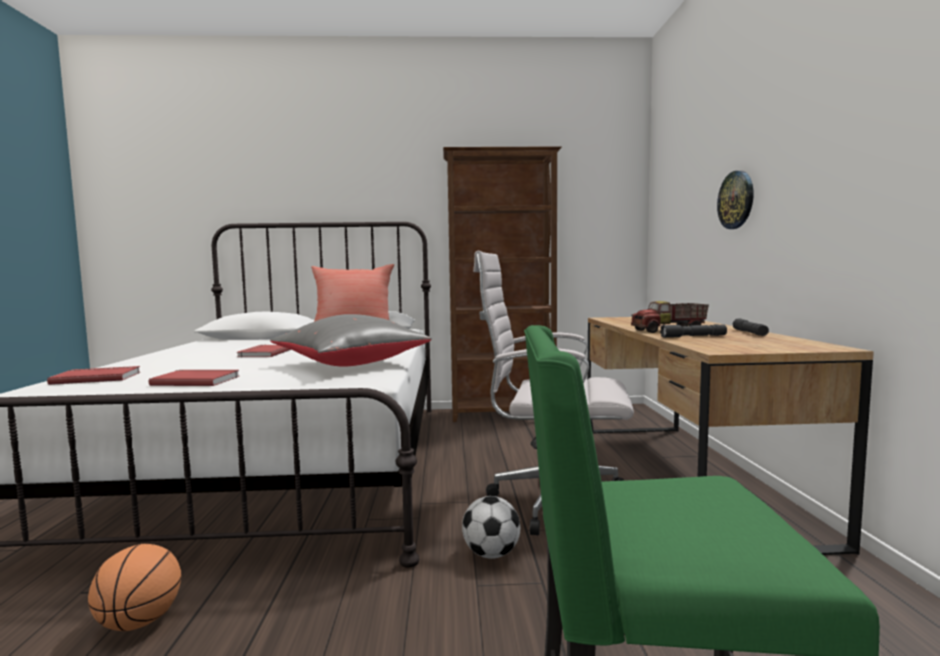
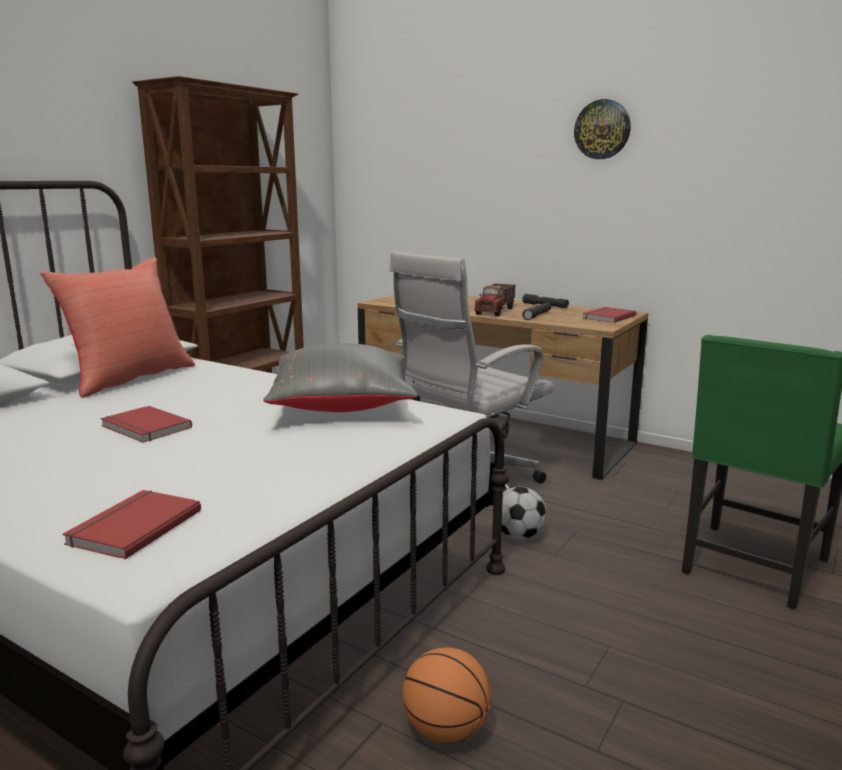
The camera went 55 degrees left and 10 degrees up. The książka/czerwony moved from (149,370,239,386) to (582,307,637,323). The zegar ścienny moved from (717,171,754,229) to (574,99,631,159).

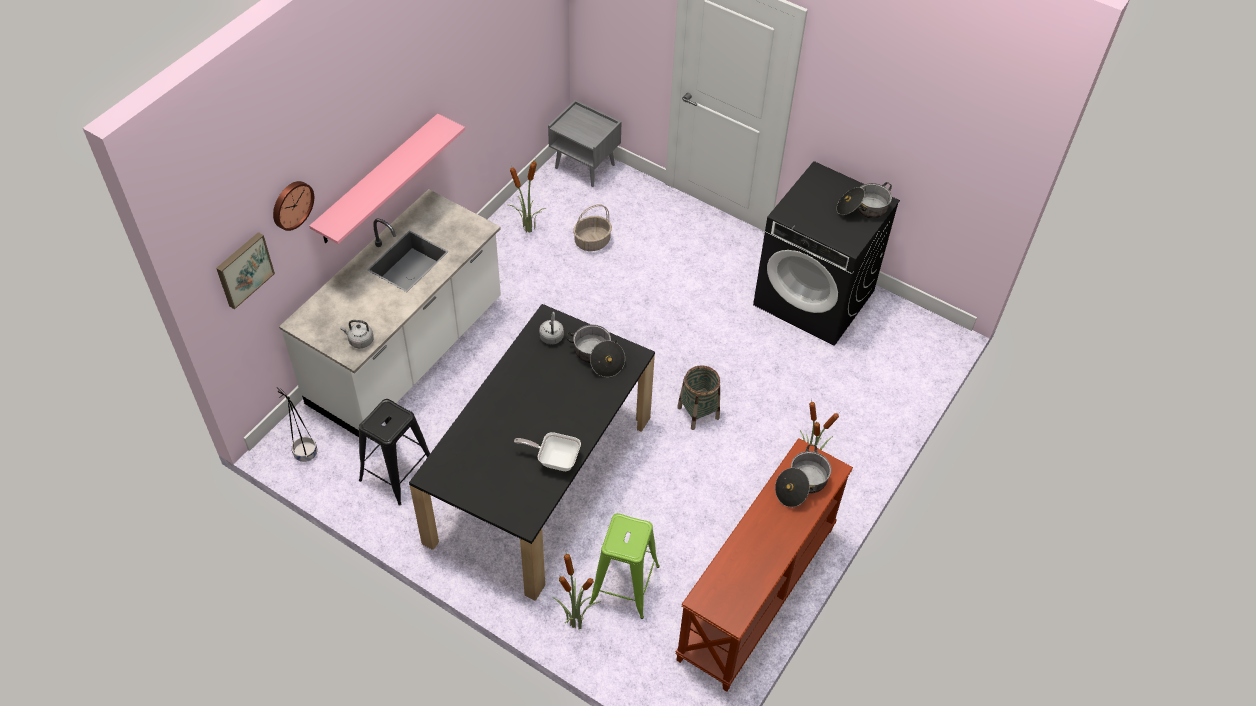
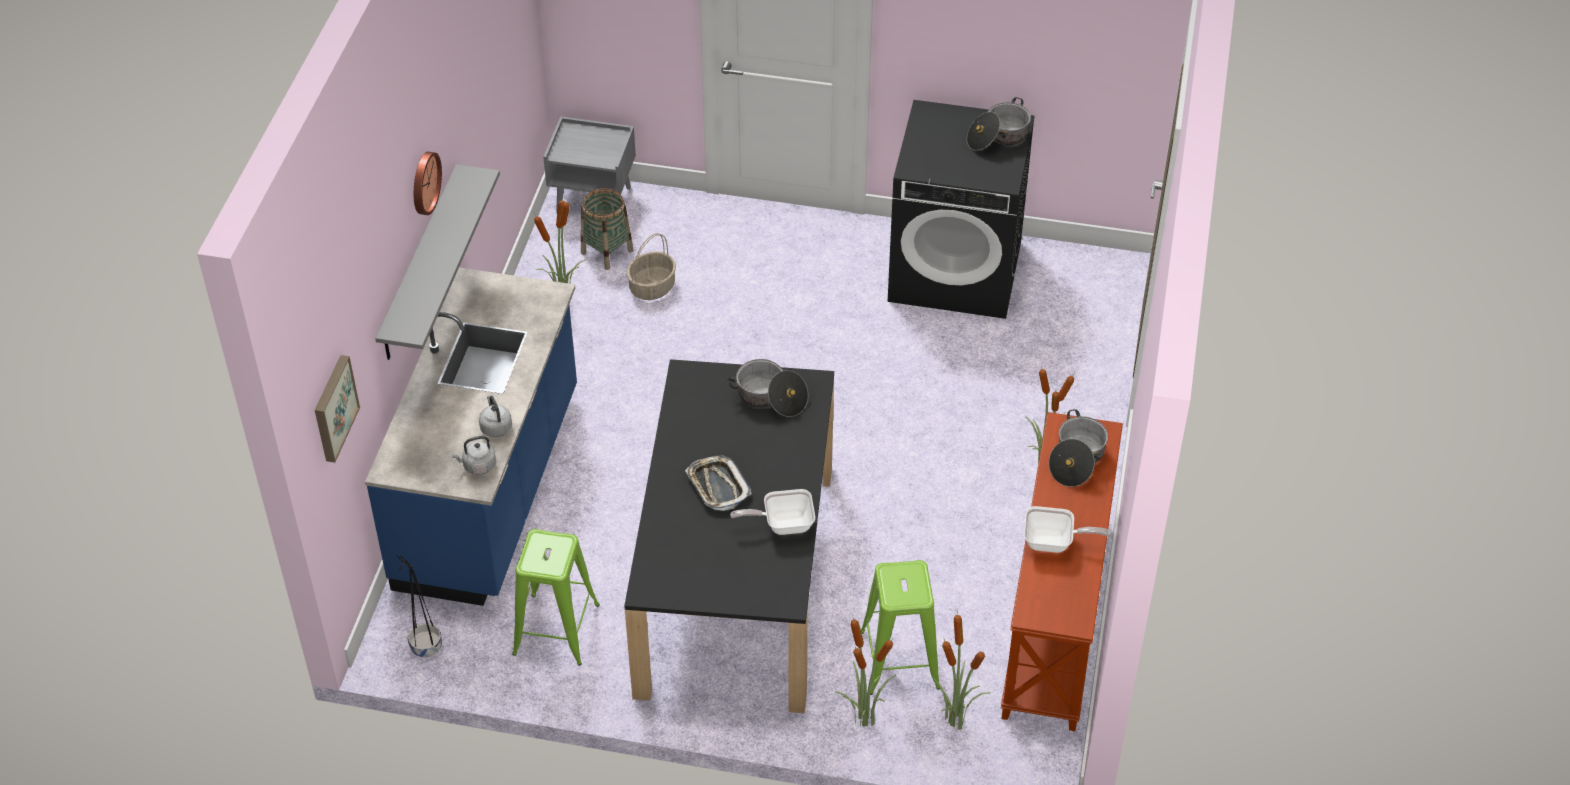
The camera went 20 degrees left and 5 degrees down. The zegar ścienny moved from (273,181,314,231) to (414,152,442,215). The zabudowa kuchenna/biały at (279,189,501,437) became the zabudowa kuchenna/niebieski at (365,268,577,606). The półka/różowy at (309,114,465,244) became the półka/szary at (375,164,500,360). The stołek/czarny at (359,399,430,505) became the stołek/zielony at (512,529,600,666). The czajnik/szary moved from (539,312,564,345) to (479,395,512,437). The koszyk moved from (677,365,720,430) to (581,188,633,270). The taca at (685,455,752,511) appeared. The roślina doniczkowa at (932,611,991,730) appeared. The patelnia at (1024,506,1109,553) appeared.

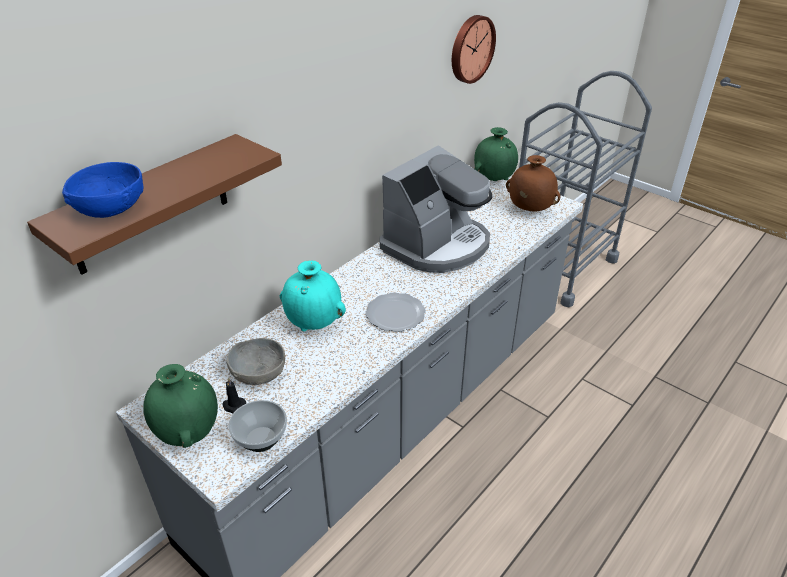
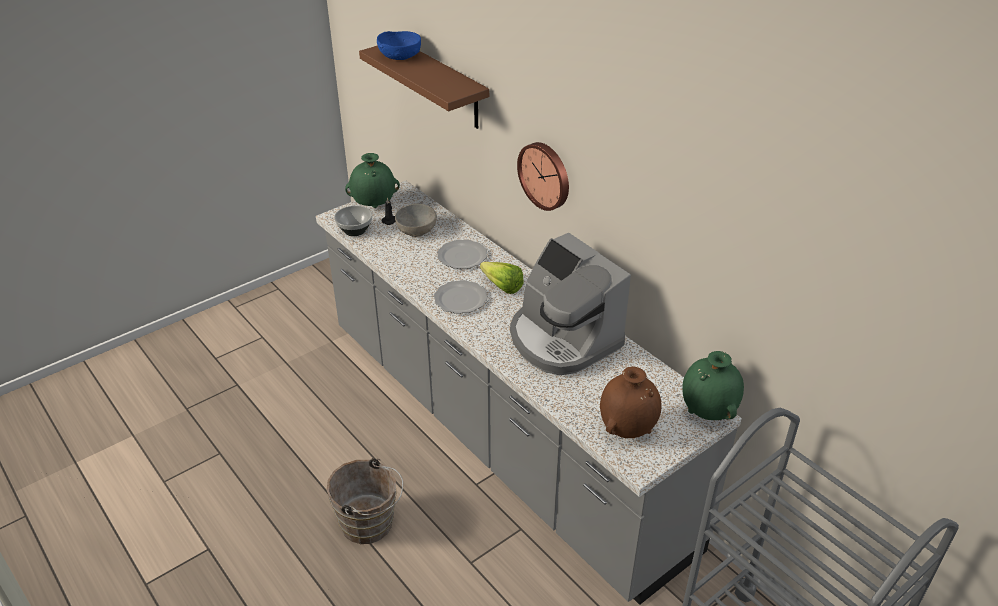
The camera went 100 degrees right and 0 degrees up. The wazon/turkusowy at (280,260,346,332) was replaced by the talerz at (437,240,487,269). The zegar ścienny moved from (452,15,496,84) to (517,142,569,211). The wiadro/brązowy at (327,458,403,544) appeared. The sałata at (480,262,524,294) appeared.

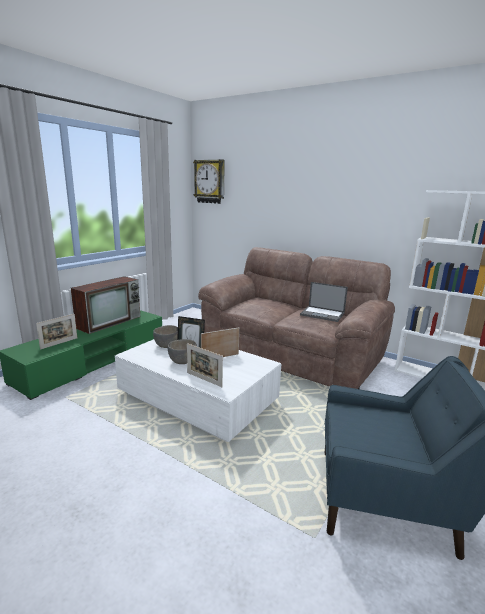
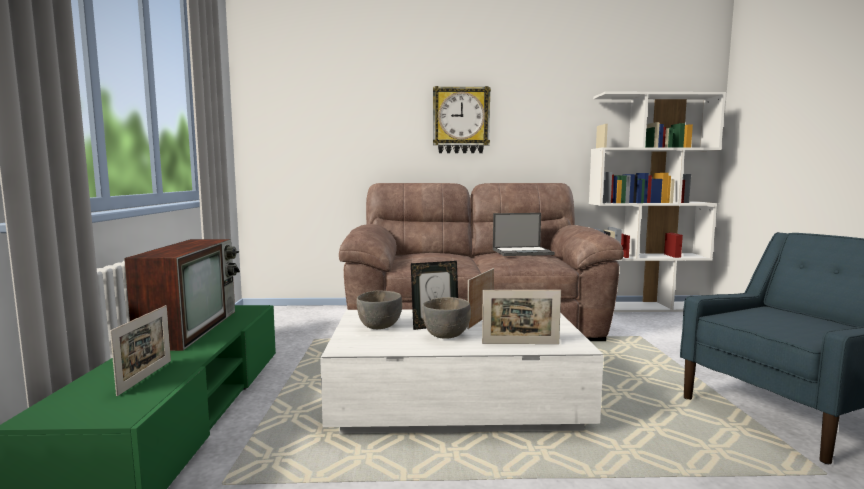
The camera went 35 degrees left and 10 degrees down. The zegar ścienny moved from (193,159,225,204) to (433,86,491,153).

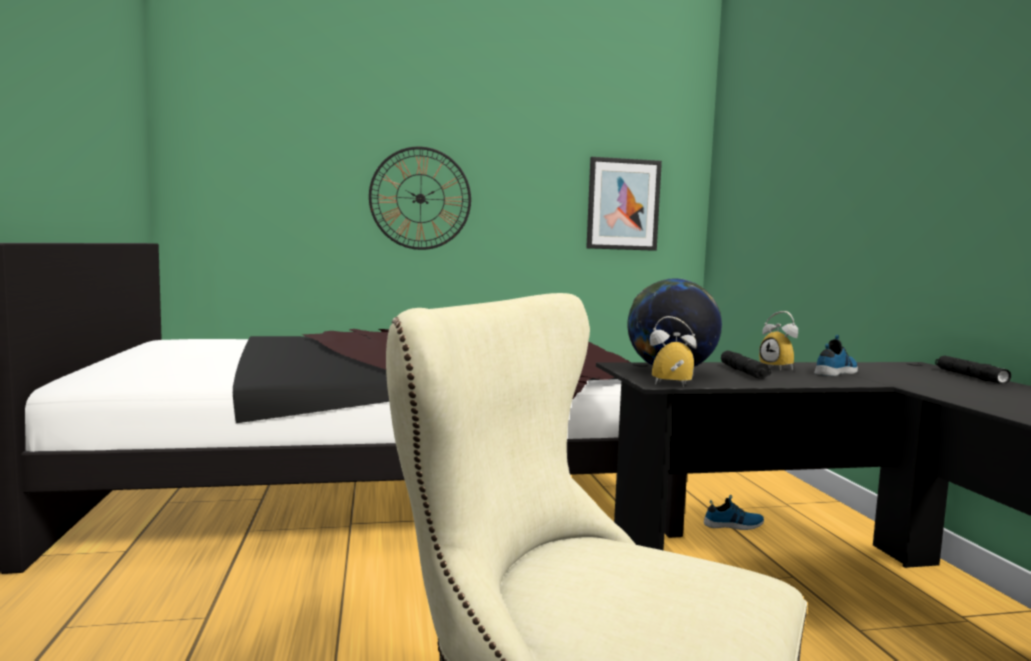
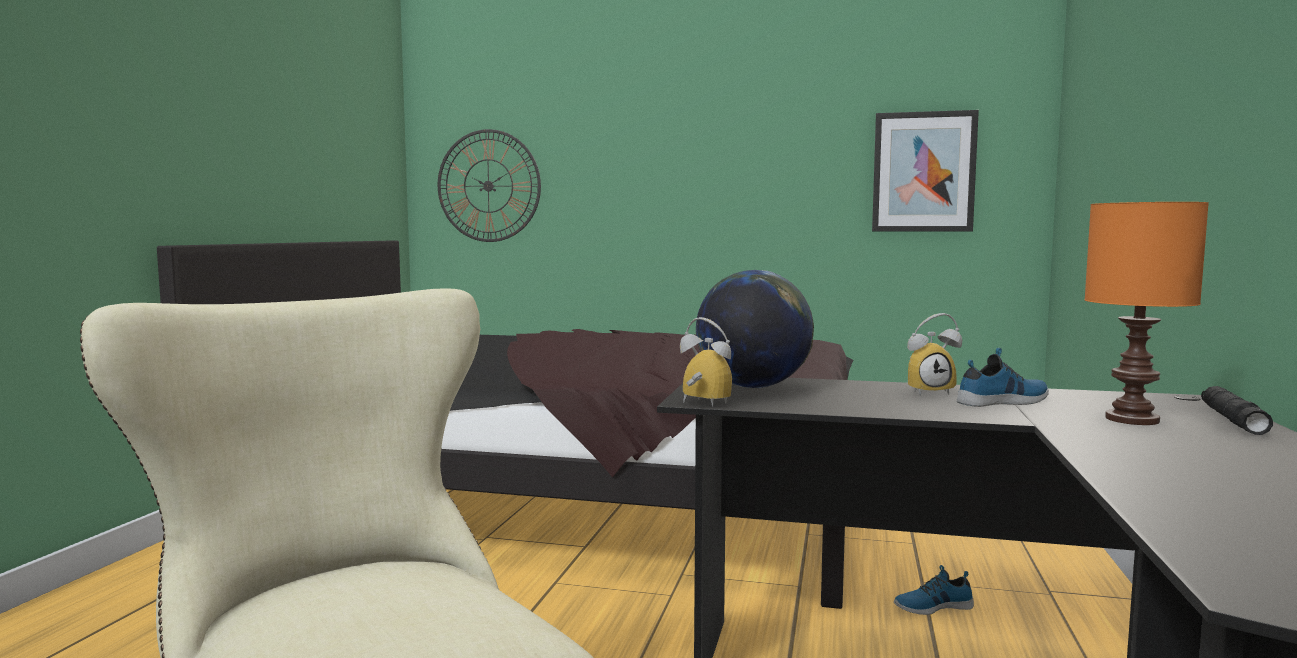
The camera went 25 degrees right and 0 degrees up. The zegar ścienny moved from (369,147,471,250) to (438,129,541,242). The but at (704,495,764,530) turned 150 degrees clockwise. The latarka/czarny at (721,350,771,379) disappeared. The budzik at (759,311,798,370) turned 90 degrees counterclockwise. The lampa stołowa/pomarańczowy at (1084,202,1209,425) appeared.

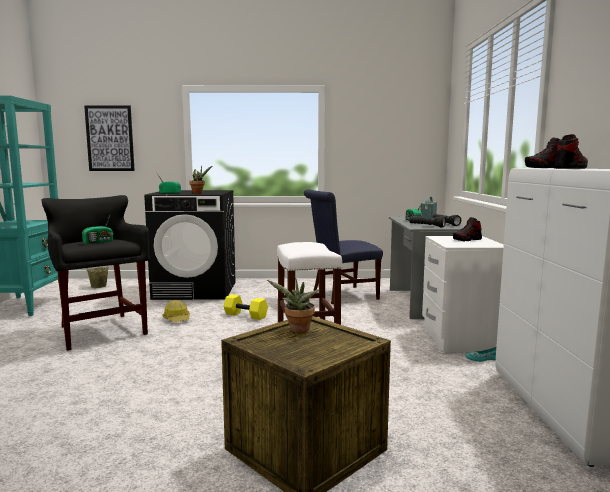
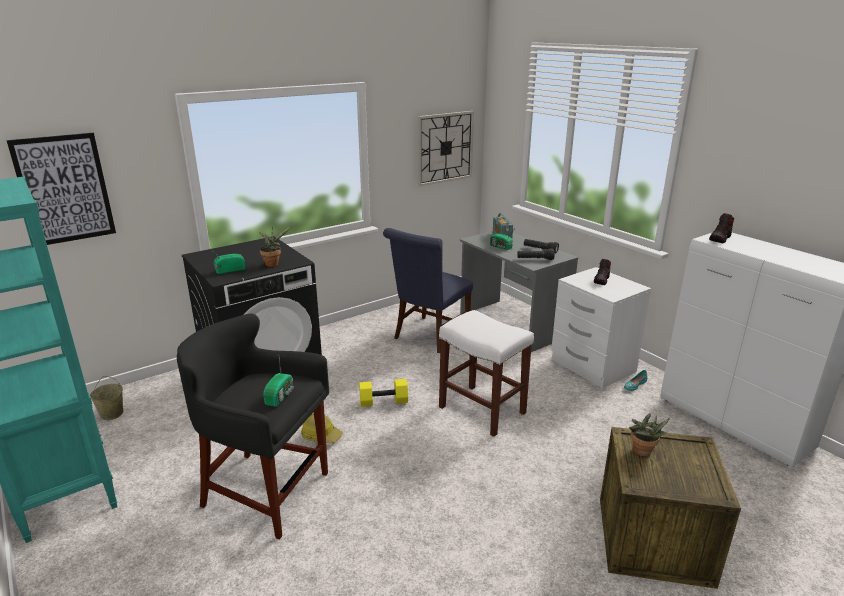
The camera went 35 degrees left and 15 degrees up. The but at (554,134,588,169) disappeared. The zegar ścienny at (418,111,474,186) appeared.

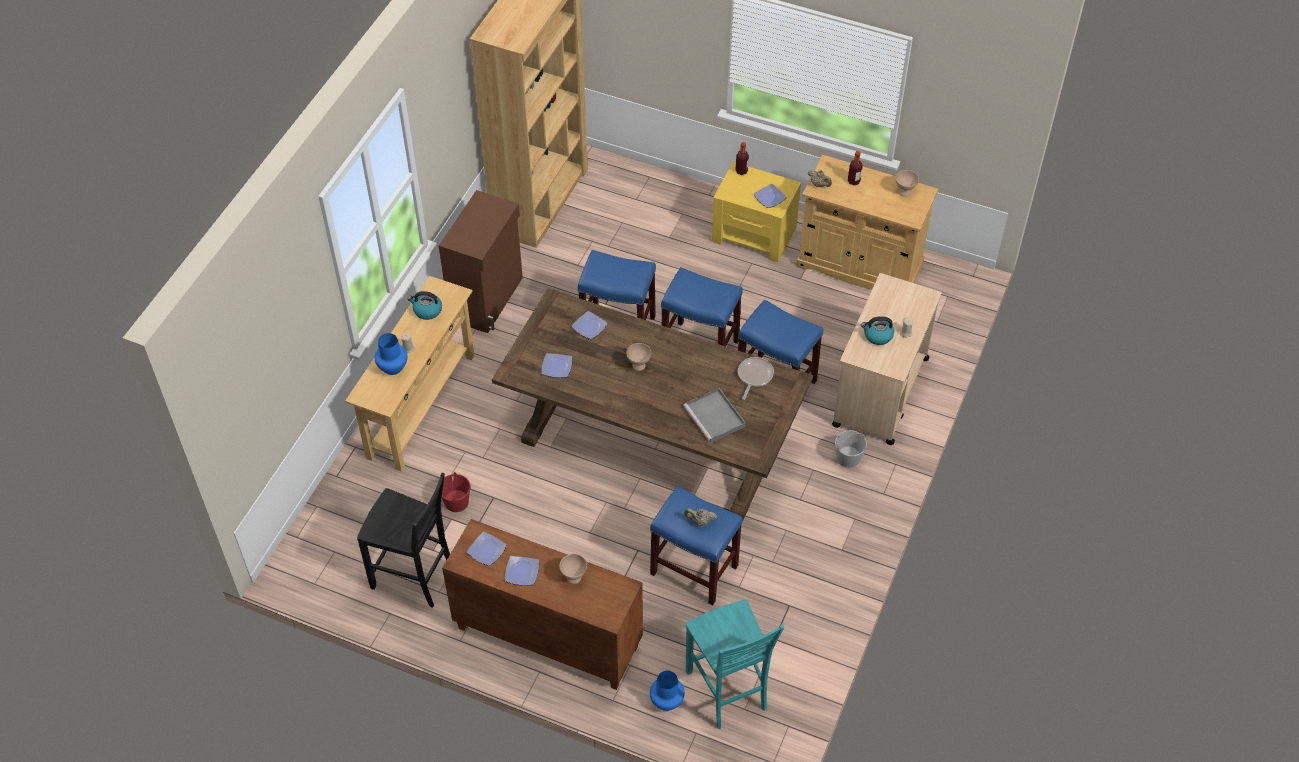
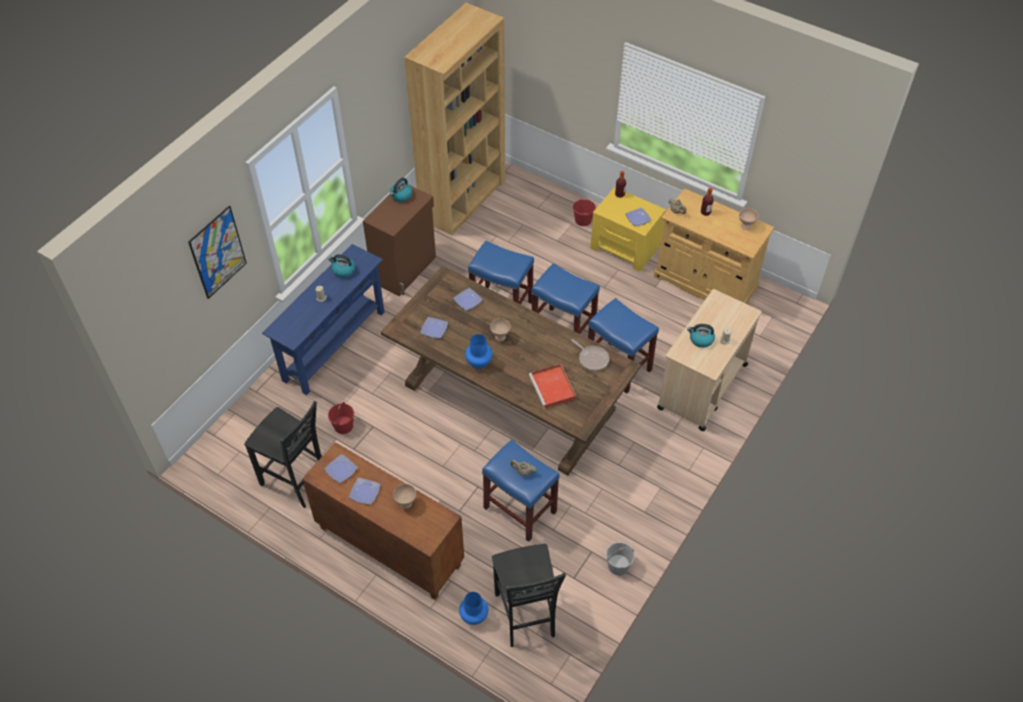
The camera went 10 degrees right and 0 degrees up. The stolik konsolowy/beżowy at (345,276,474,472) became the stolik konsolowy/niebieski at (262,244,385,395). The wazon/niebieski moved from (375,333,408,375) to (465,334,492,369). The taca/szary at (683,388,746,443) became the taca/czerwony at (529,364,576,409). The krzesło/turkusowy at (686,600,784,729) became the krzesło/czarny at (492,544,566,647). The patelnia at (738,357,774,400) turned 105 degrees clockwise. The wiadro/biały moved from (835,430,867,468) to (606,542,635,575). The obraz at (188,206,247,299) appeared. The czajnik at (390,178,413,202) appeared. The wiadro/czerwony at (573,199,595,226) appeared.

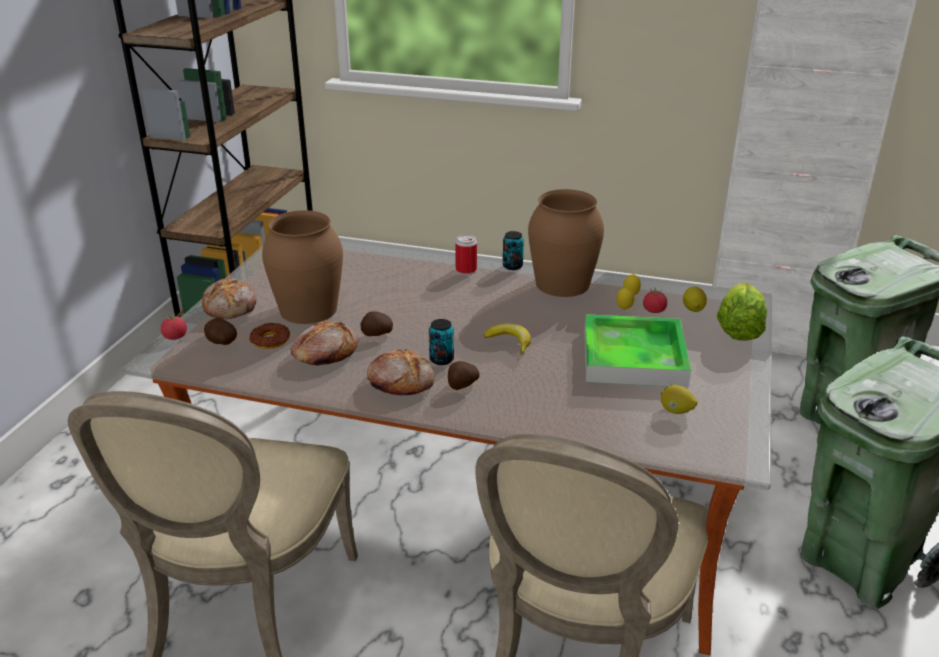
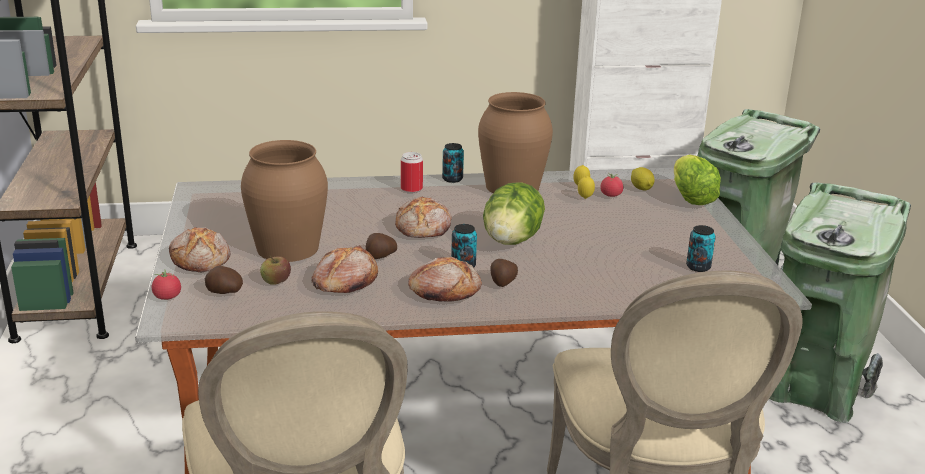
The camera went 25 degrees left and 5 degrees down. The donut at (249,323,290,349) was replaced by the jabłko at (260,256,291,285). The banan at (483,323,531,355) was replaced by the sałata at (483,182,545,245). The taca at (584,314,691,388) disappeared. The cytryna at (661,385,697,414) was replaced by the puszka at (686,225,716,272). The chleb at (395,197,452,238) appeared.

